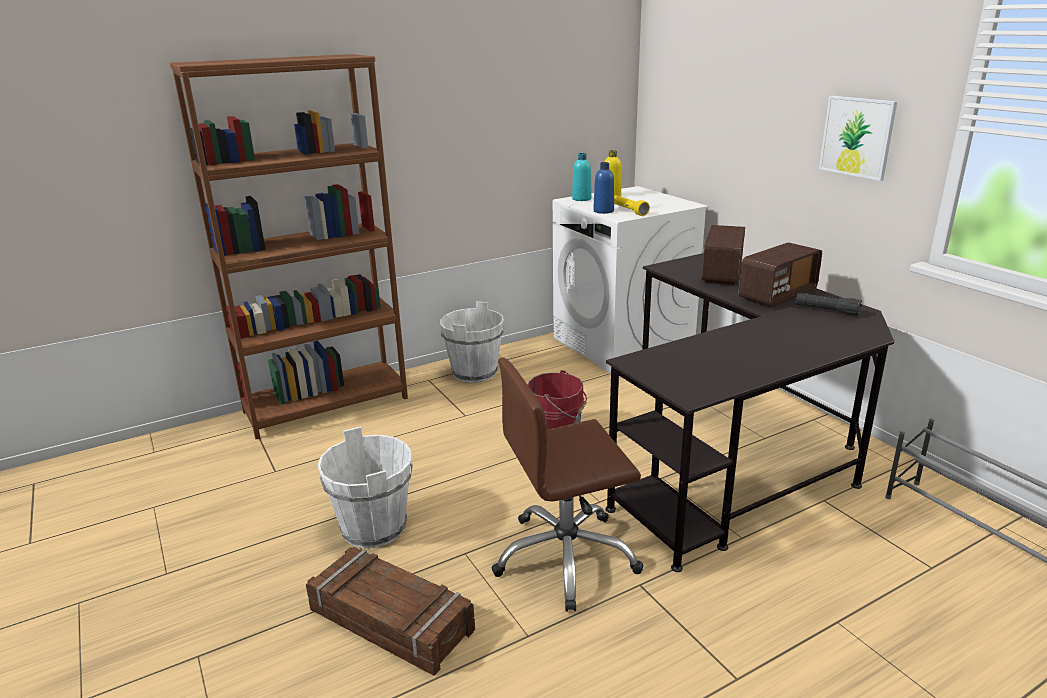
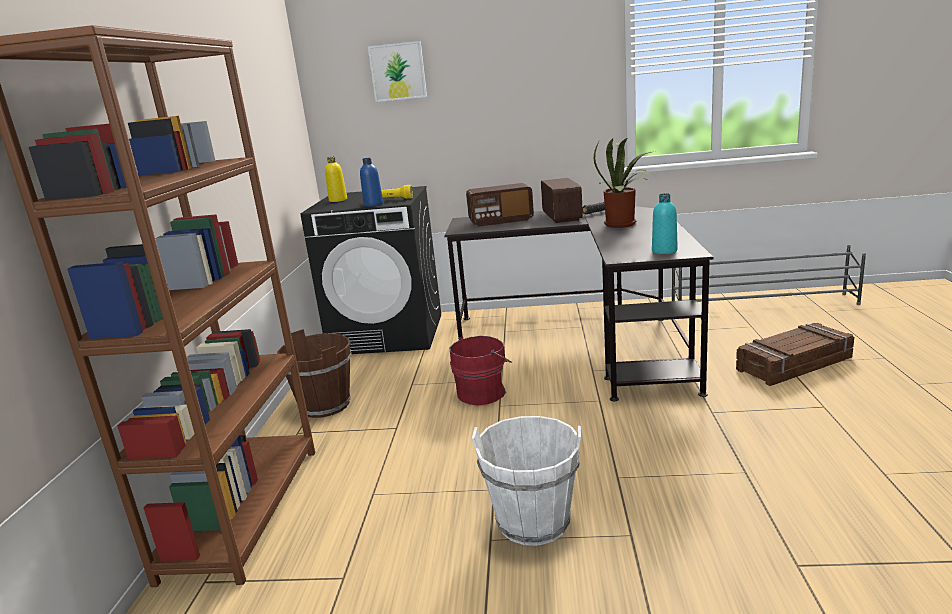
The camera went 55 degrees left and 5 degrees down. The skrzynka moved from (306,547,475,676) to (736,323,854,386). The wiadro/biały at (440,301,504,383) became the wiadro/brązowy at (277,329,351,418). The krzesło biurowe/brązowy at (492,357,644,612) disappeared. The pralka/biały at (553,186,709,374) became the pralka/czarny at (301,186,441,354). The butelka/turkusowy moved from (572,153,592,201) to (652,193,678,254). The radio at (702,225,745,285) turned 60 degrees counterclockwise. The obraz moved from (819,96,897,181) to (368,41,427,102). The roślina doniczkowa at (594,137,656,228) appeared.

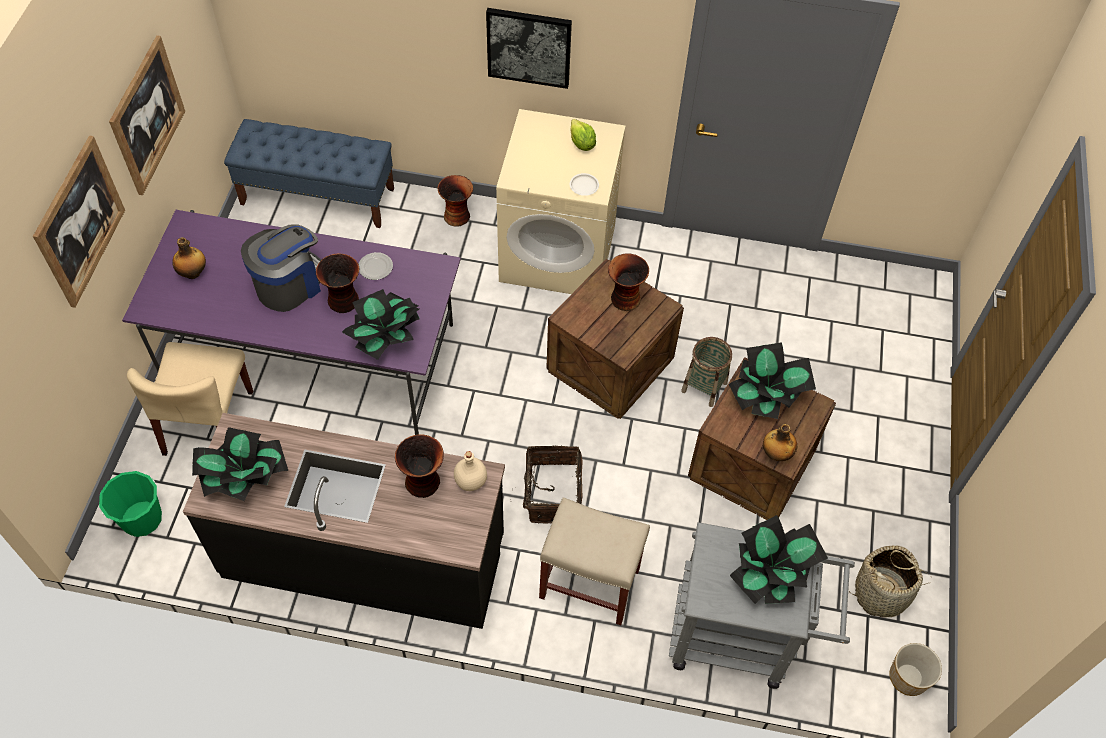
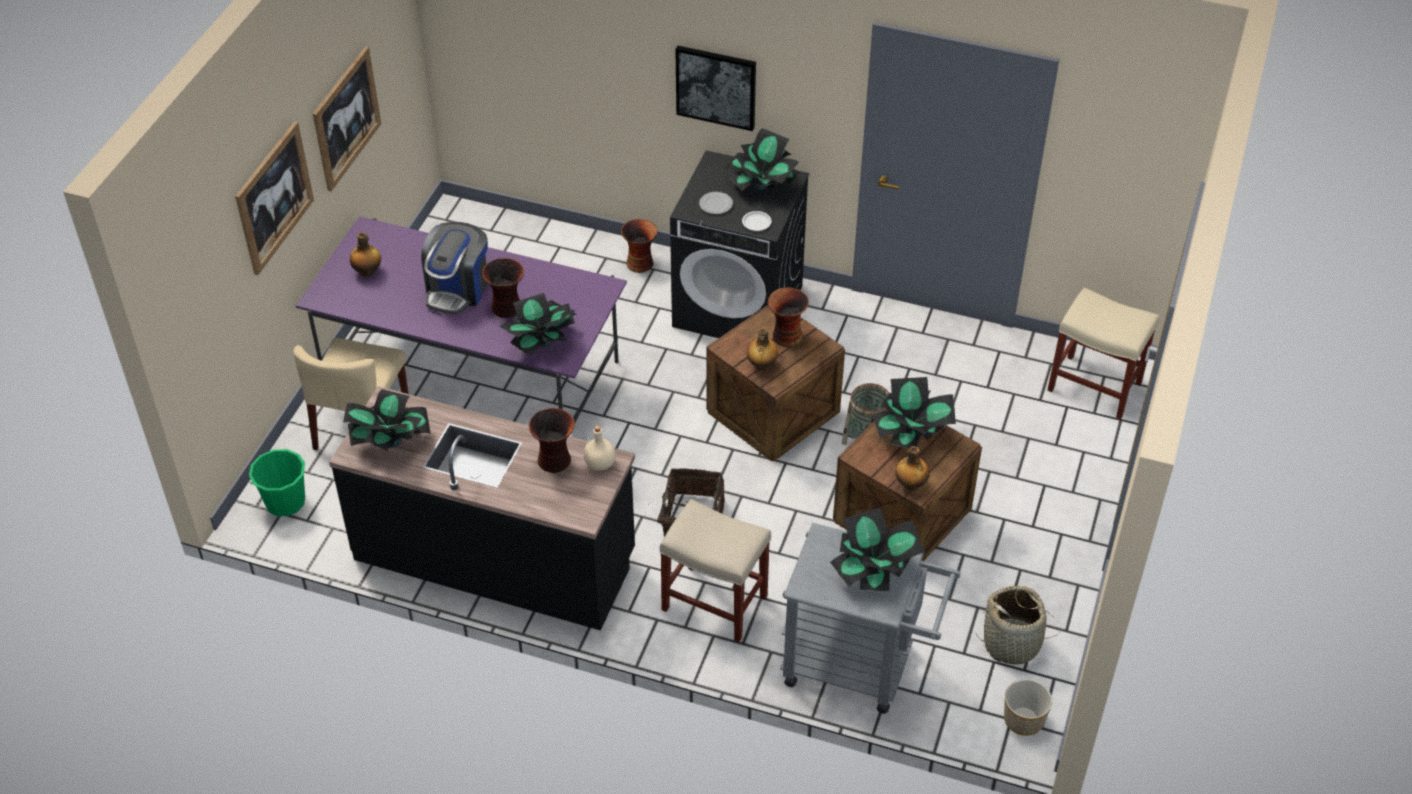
The camera went 10 degrees right and 10 degrees down. The ławka/niebieski at (224,119,394,228) disappeared. The ekspres do kawy at (241,224,321,312) turned 150 degrees clockwise. The talerz moved from (359,252,393,280) to (699,192,733,214). The pralka/beżowy at (496,109,625,294) became the pralka/czarny at (670,150,809,338). The sałata at (571,119,596,151) was replaced by the roślina doniczkowa at (724,128,800,191). The butelka at (747,328,778,370) appeared. The stołek/beżowy at (1047,287,1159,419) appeared.

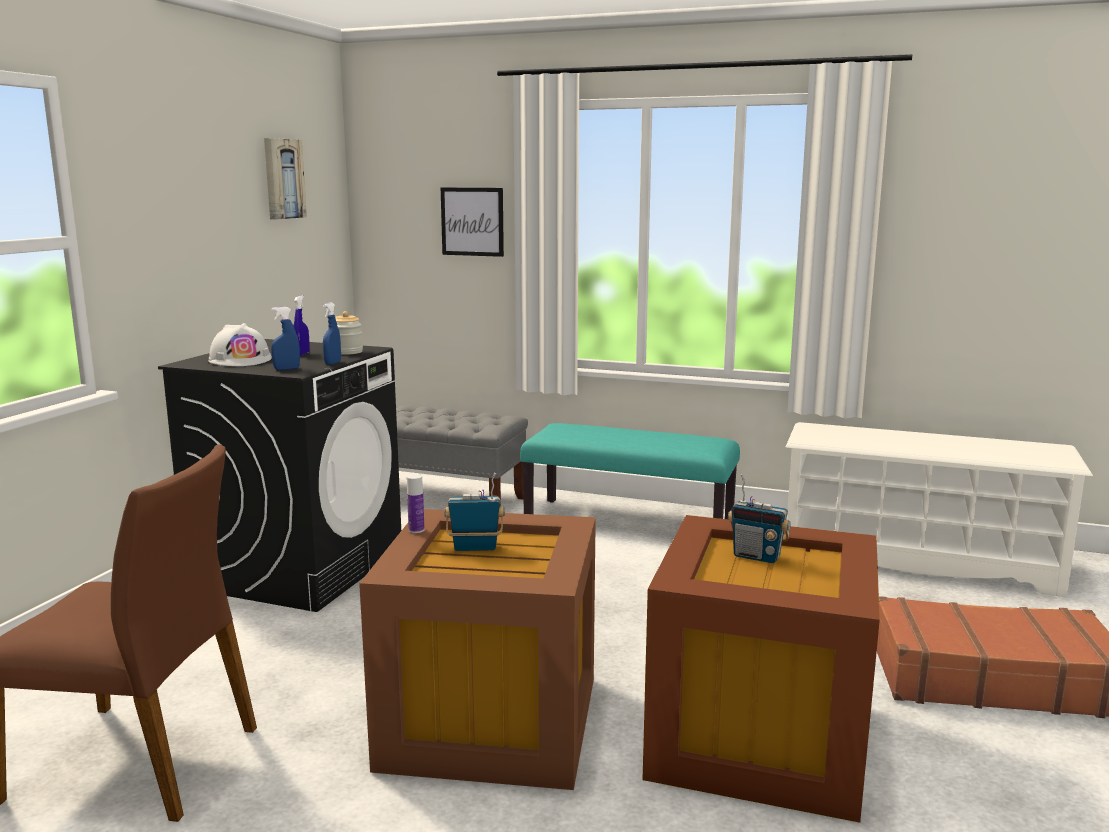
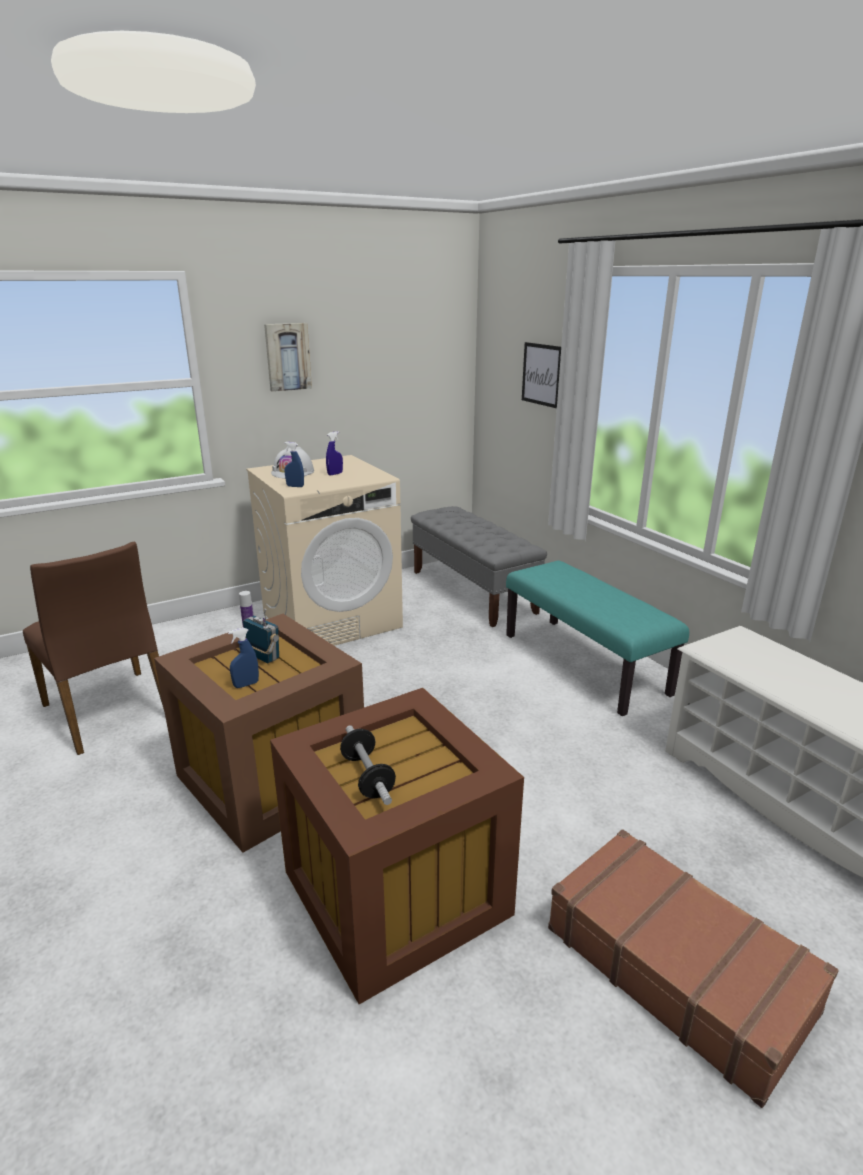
The camera went 40 degrees right and 10 degrees up. The pralka/czarny at (158,339,401,612) became the pralka/beżowy at (246,455,403,646). The obraz moved from (264,138,307,220) to (264,323,312,392). The spryskiwacz/niebieski moved from (323,302,341,365) to (228,628,259,688). The słoik at (335,311,363,355) disappeared. The radio at (728,474,791,563) disappeared. The hantel at (340,725,396,805) appeared.

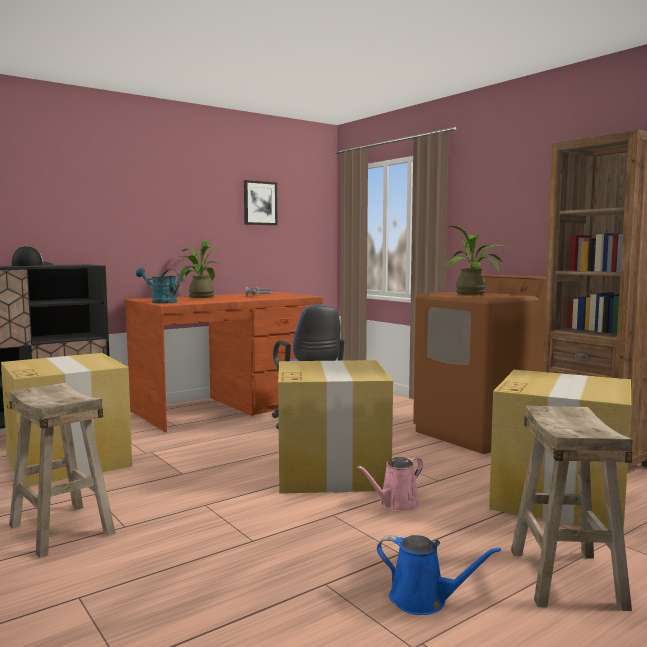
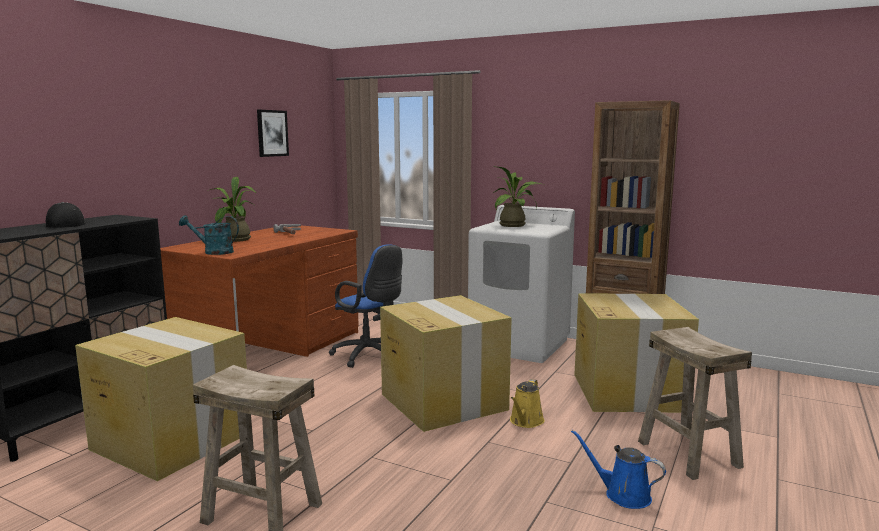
The camera went 25 degrees left and 5 degrees up. The konewka/różowy at (357,457,423,511) became the konewka/żółty at (510,379,545,428). The konewka/niebieski at (377,535,501,615) turned 150 degrees counterclockwise. The pralka/brązowy at (413,274,546,454) became the pralka/biały at (468,205,575,363).

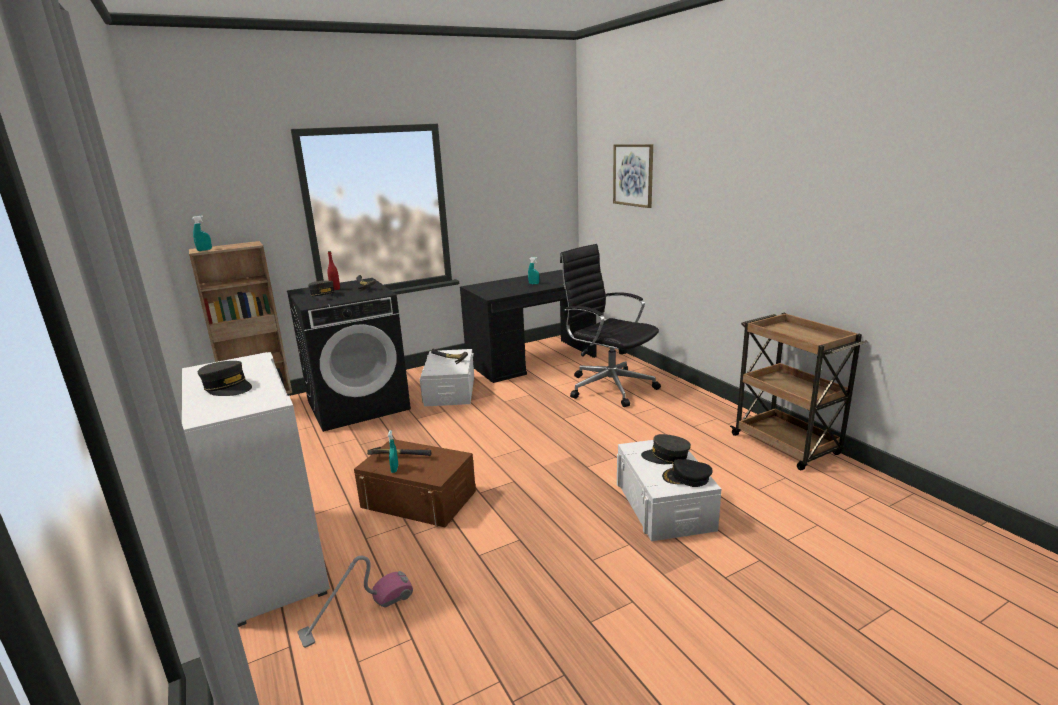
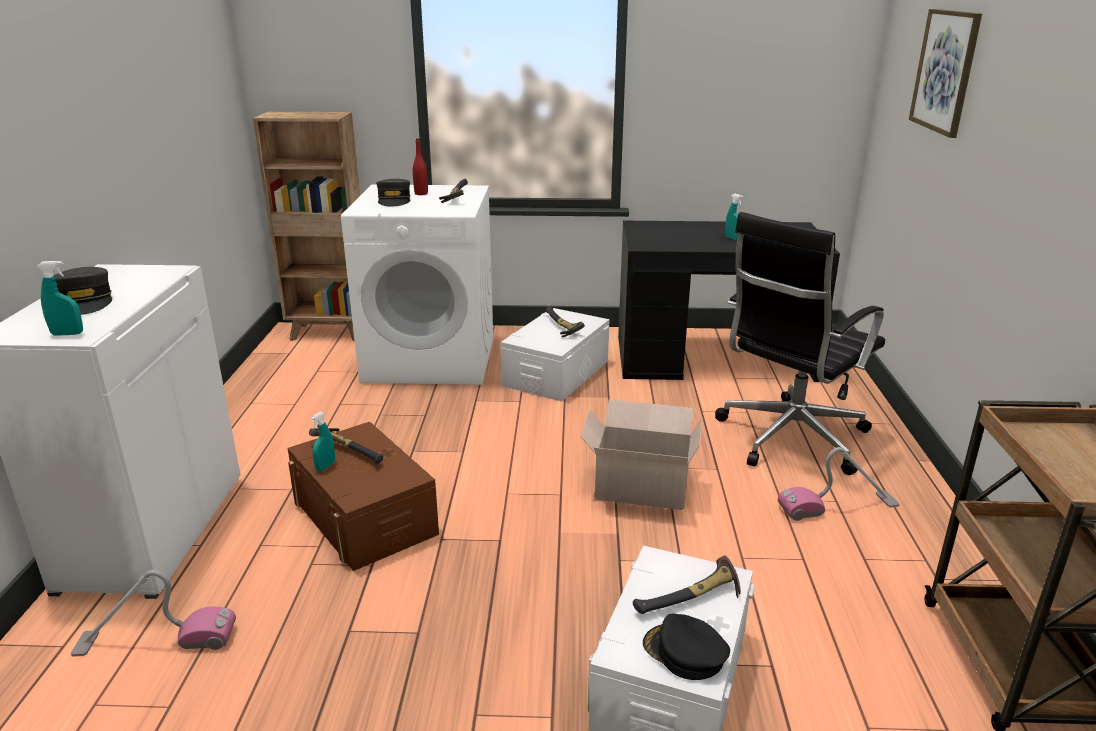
The camera went 30 degrees right and 5 degrees up. The spryskiwacz/turkusowy moved from (192,216,212,251) to (37,261,83,336). The pralka/czarny at (287,278,411,432) became the pralka/biały at (341,185,493,385). The krzesło biurowe/czarny at (560,244,661,407) turned 120 degrees counterclockwise. The czapka z daszkiem/szary at (641,434,691,464) was replaced by the młotek at (633,555,741,614). The karton at (580,400,702,510) appeared. The odkurzacz at (778,447,899,521) appeared.

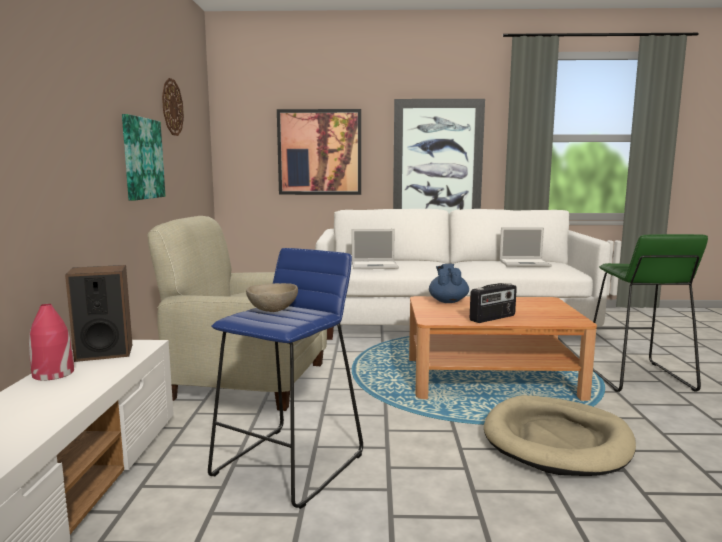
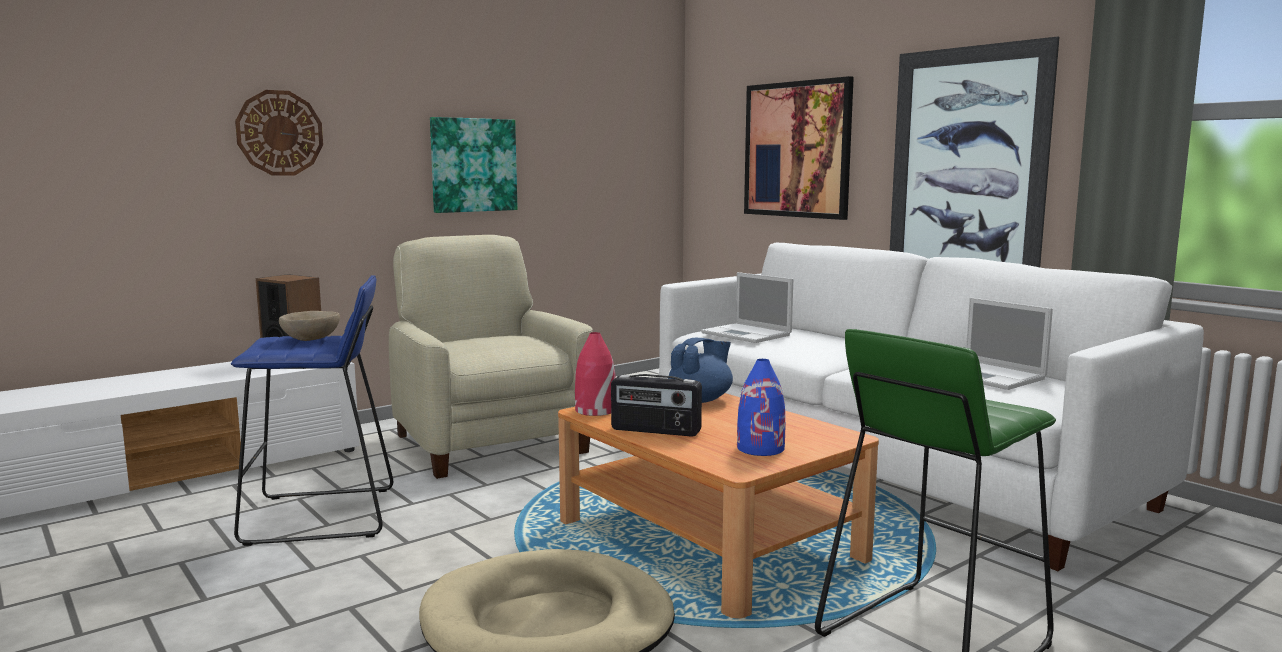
The camera went 50 degrees right and 0 degrees up. The wazon/czerwony moved from (29,304,74,381) to (575,332,616,416). The zegar ścienny moved from (162,78,184,136) to (235,90,323,176). The wazon/niebieski at (737,359,785,456) appeared.

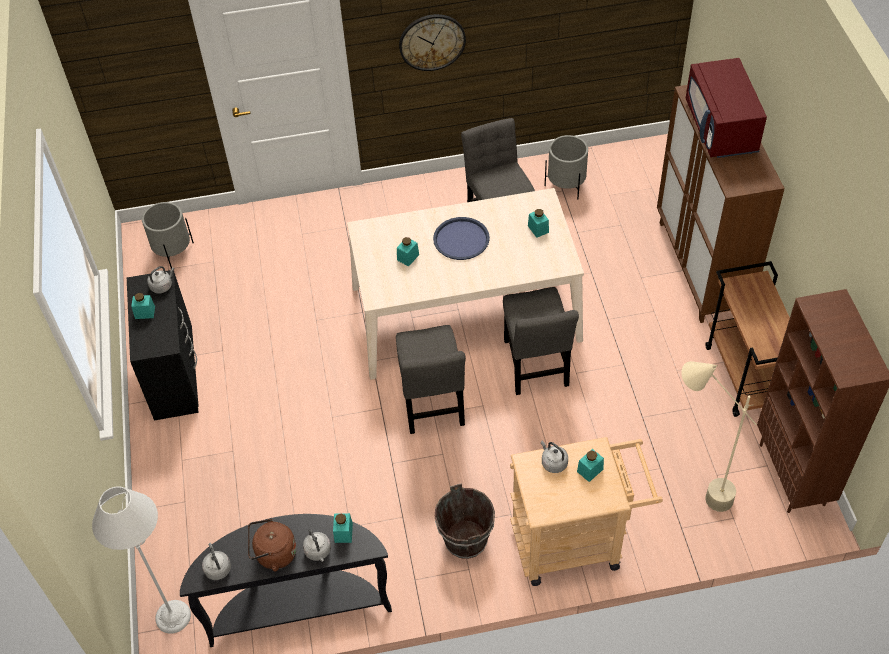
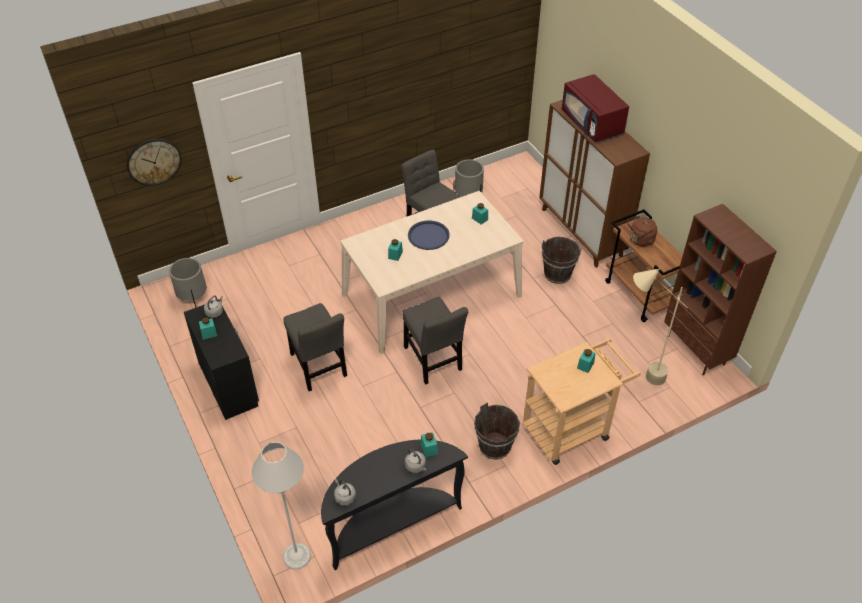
The camera went 20 degrees left and 5 degrees down. The czajnik/brązowy moved from (248,519,296,572) to (627,216,657,247). The zegar ścienny moved from (399,14,466,71) to (127,138,182,186). The krzesło/szary moved from (503,287,579,395) to (283,303,347,391). The czajnik/szary at (541,441,568,473) disappeared. The wiadro/brązowy at (541,237,582,284) appeared.

